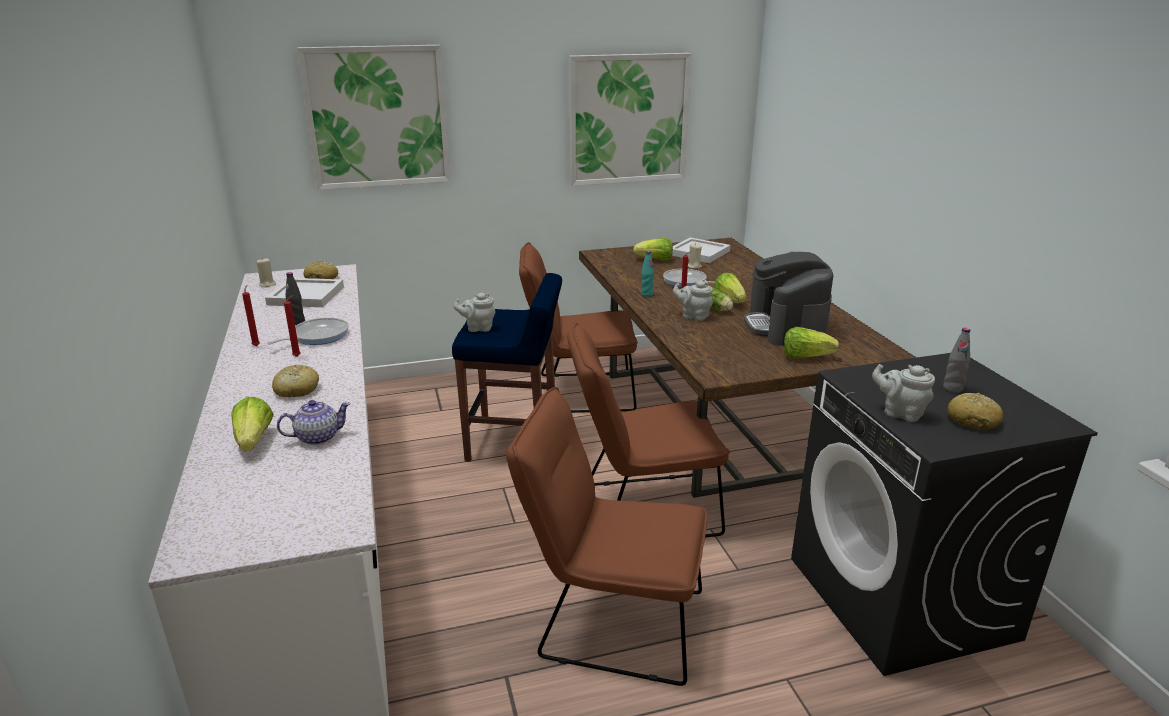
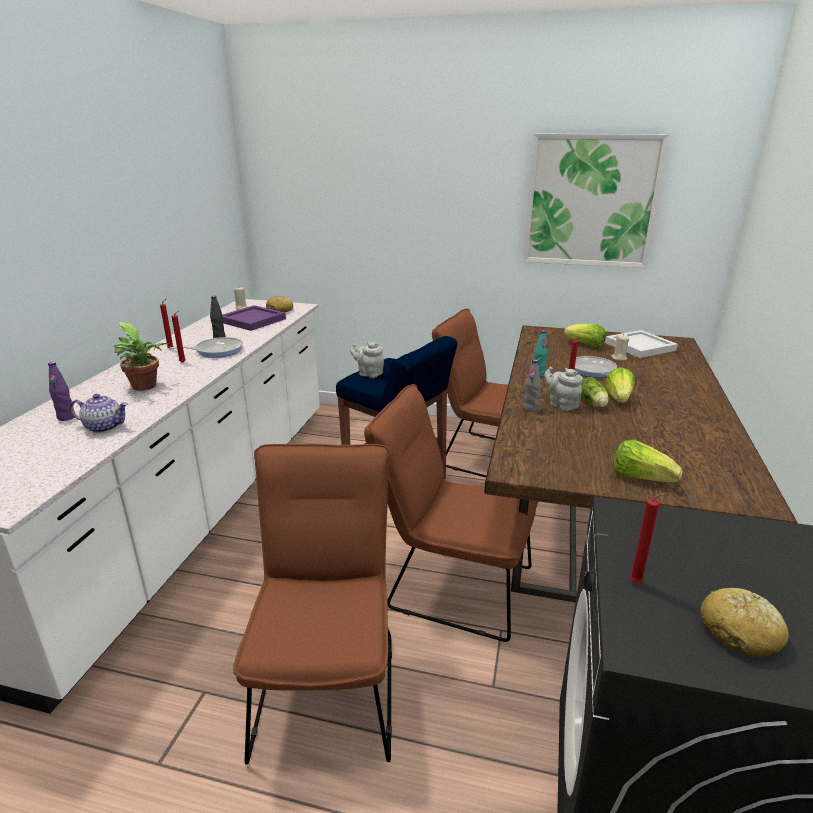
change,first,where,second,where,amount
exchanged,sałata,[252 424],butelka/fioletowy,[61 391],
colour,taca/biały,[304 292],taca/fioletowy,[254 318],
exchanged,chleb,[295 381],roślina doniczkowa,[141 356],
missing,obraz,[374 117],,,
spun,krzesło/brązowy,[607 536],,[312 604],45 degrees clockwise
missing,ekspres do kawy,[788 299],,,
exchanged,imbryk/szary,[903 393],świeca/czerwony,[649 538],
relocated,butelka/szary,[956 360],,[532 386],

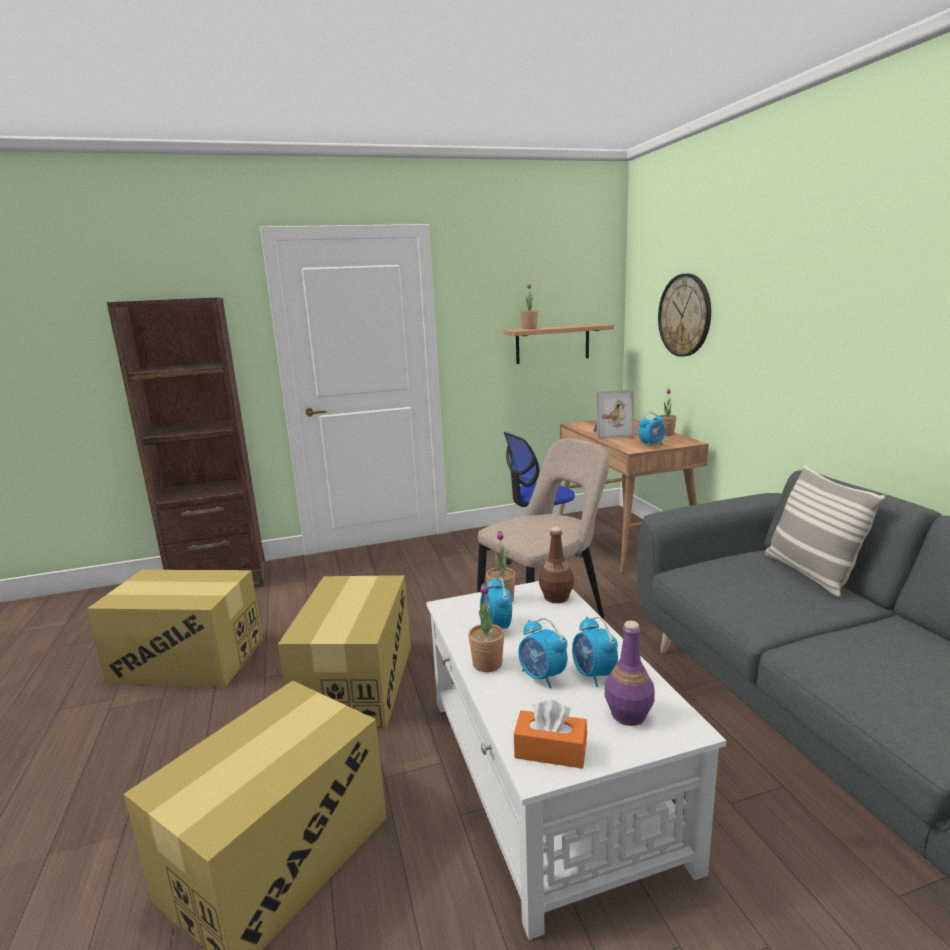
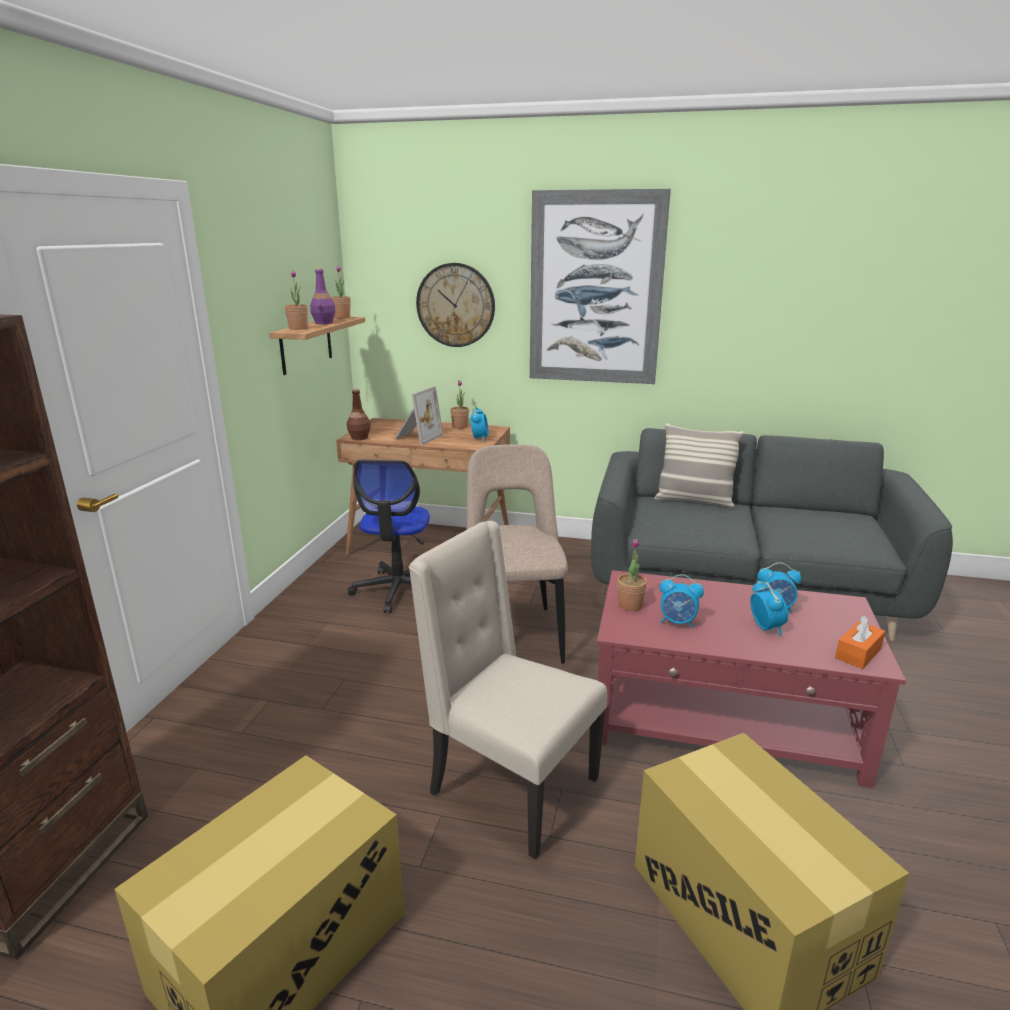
change,first,where,second,where,amount
exchanged,karton,[344 652],krzesło/beżowy,[508 690],
colour,ława/biały,[576 760],ława/czerwony,[751 679],
relocated,roślina doniczkowa,[486 627],,[341 292],
spun,budzik,[542 653],,[769 608],90 degrees counterclockwise
relocated,butelka/brązowy,[556 565],,[359 414],
relocated,butelka/fioletowy,[630 673],,[323 296],
appeared,,,obraz,[600 286],

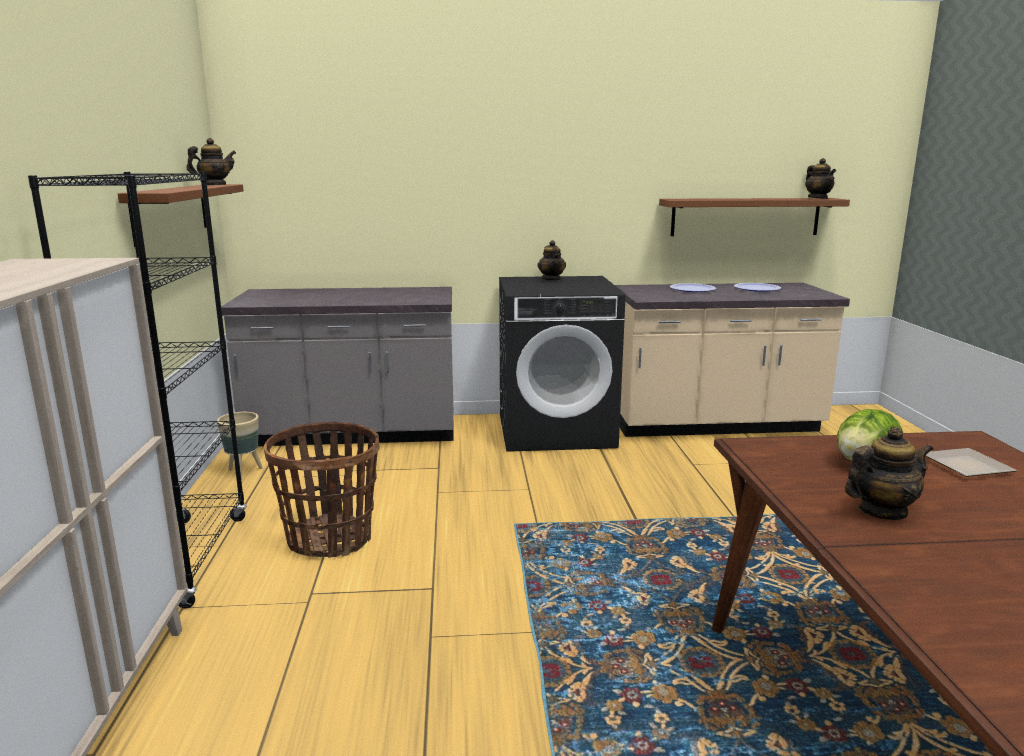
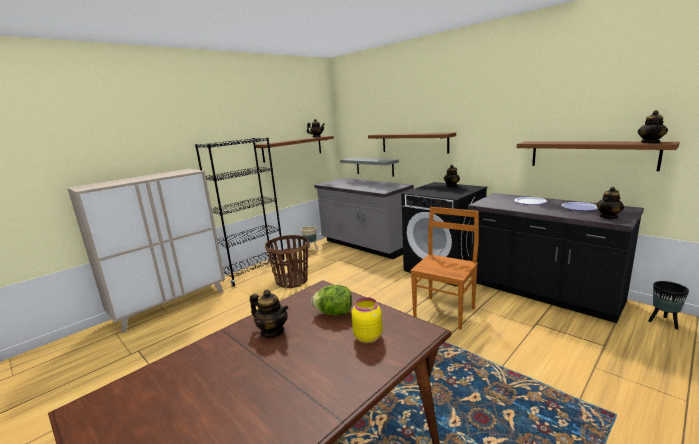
change,first,where,second,where,amount
colour,zabudowa kuchenna/beżowy,[732 360],zabudowa kuchenna/czarny,[556 258],
exchanged,talerz,[971 462],słoik/żółty,[366 320],
appeared,,,półka/szary,[369 167],
appeared,,,półka/brązowy,[412 143],
appeared,,,krzesło/brązowy,[444 268],
appeared,,,imbryk,[610 203],
appeared,,,donica/czarny,[668 305],

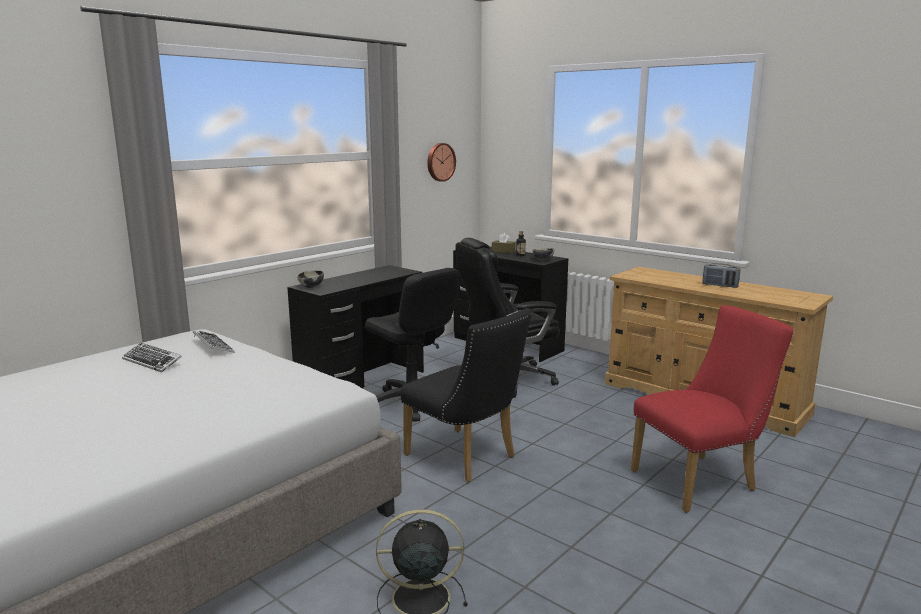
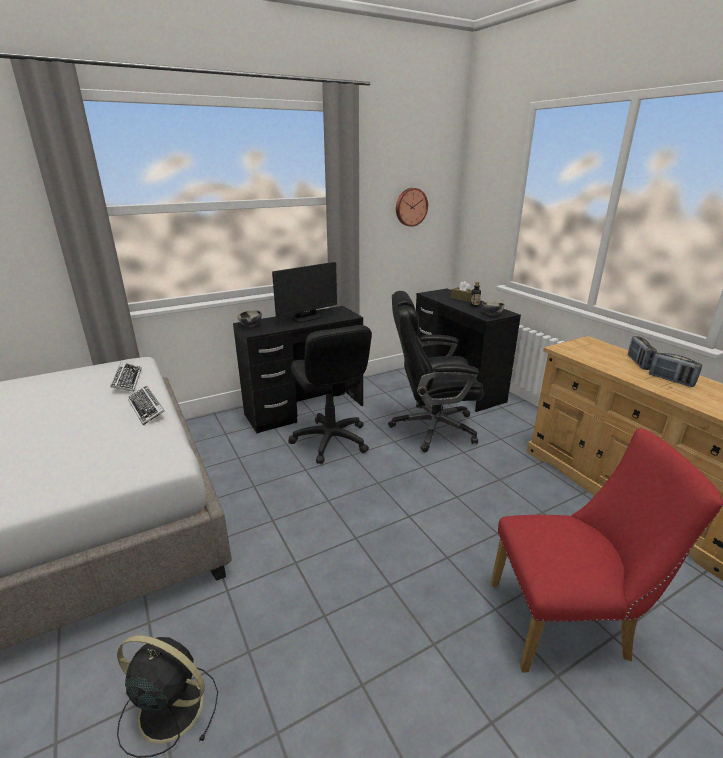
change,first,where,second,where,amount
relocated,klawiatura,[152 357],,[146 405],
missing,krzesło/czarny,[466 395],,,
appeared,,,monitor,[304 292],
appeared,,,radio,[642 353],

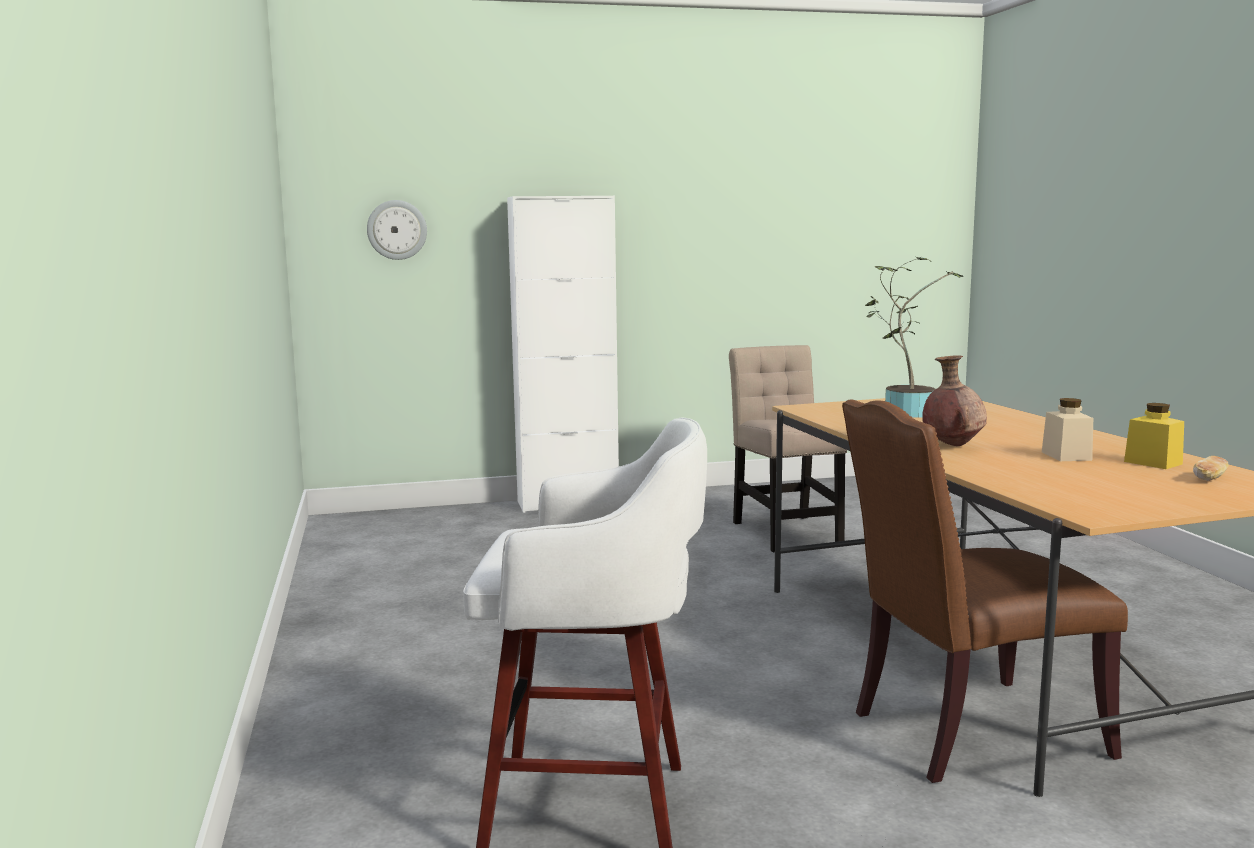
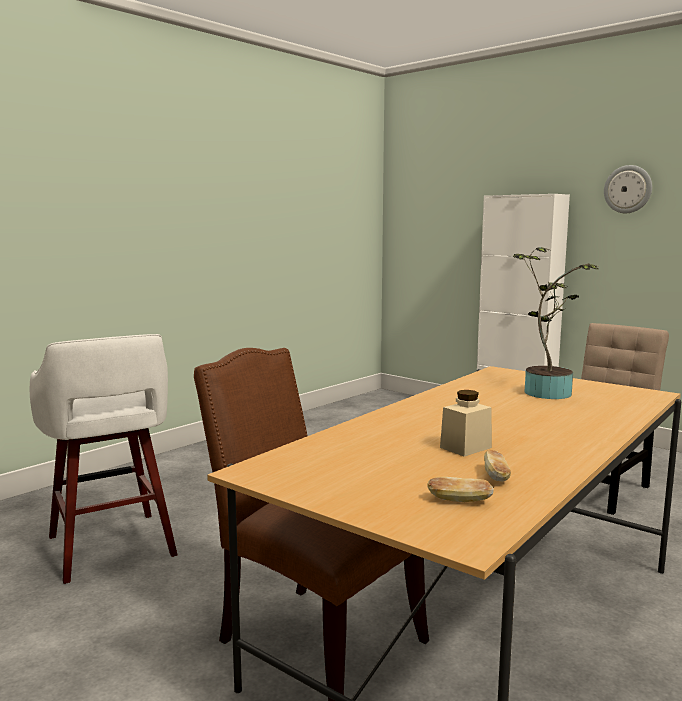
change,first,where,second,where,amount
relocated,zegar ścienny,[397 230],,[628 189],
missing,wazon/brązowy,[954 400],,,
exchanged,słoik/żółty,[1154 436],chleb,[497 466],

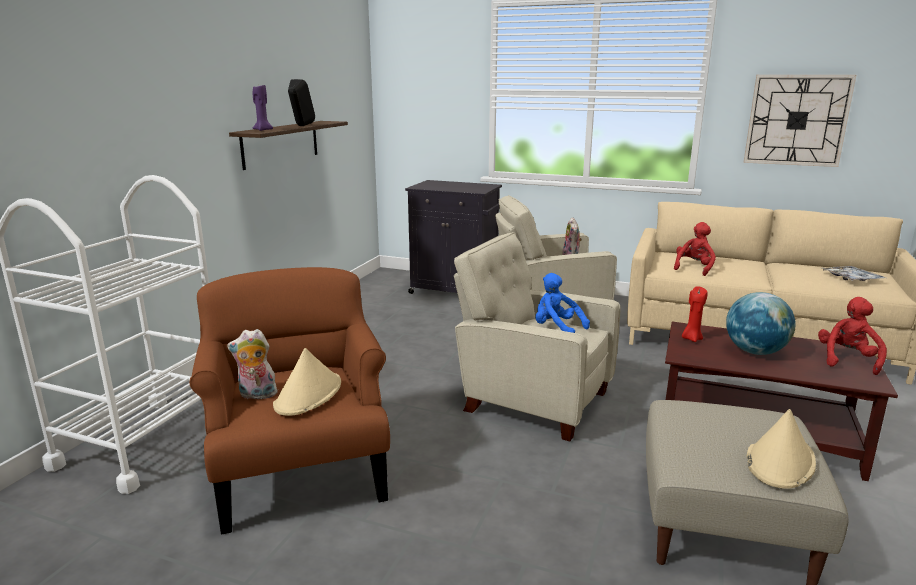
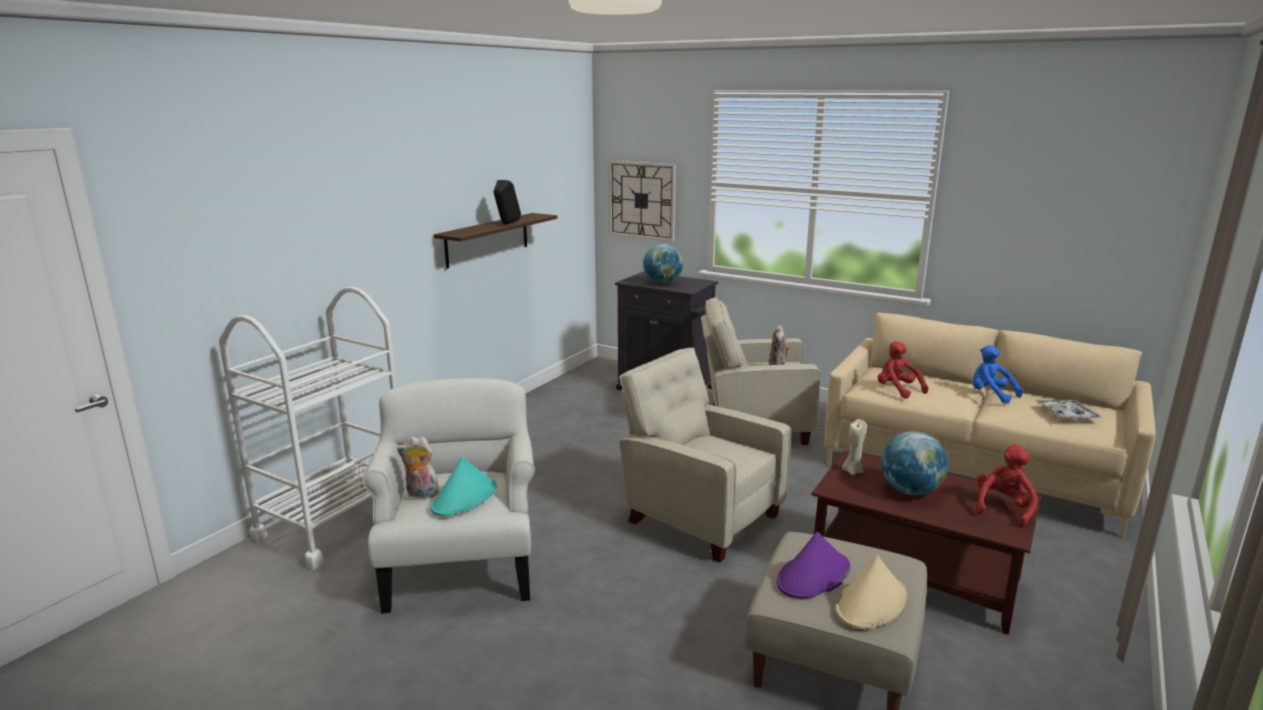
change,first,where,second,where,amount
colour,fotel/brązowy,[289 401],fotel/biały,[448 495],
missing,świeca/fioletowy,[263 107],,,
colour,kapelusz/beżowy,[307 382],kapelusz/turkusowy,[463 486],
relocated,pluszak/niebieski,[562 303],,[998 374],
spun,pluszak/czerwony,[695 249],,[903 370],75 degrees counterclockwise
colour,świeca/czerwony,[695 314],świeca/beżowy,[854 447],
relocated,zegar ścienny,[800 121],,[642 201],
appeared,,,globus,[663 264],
appeared,,,kapelusz/fioletowy,[813 565],

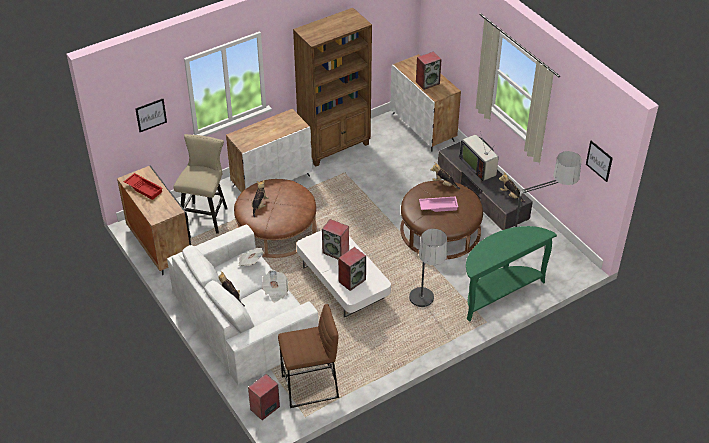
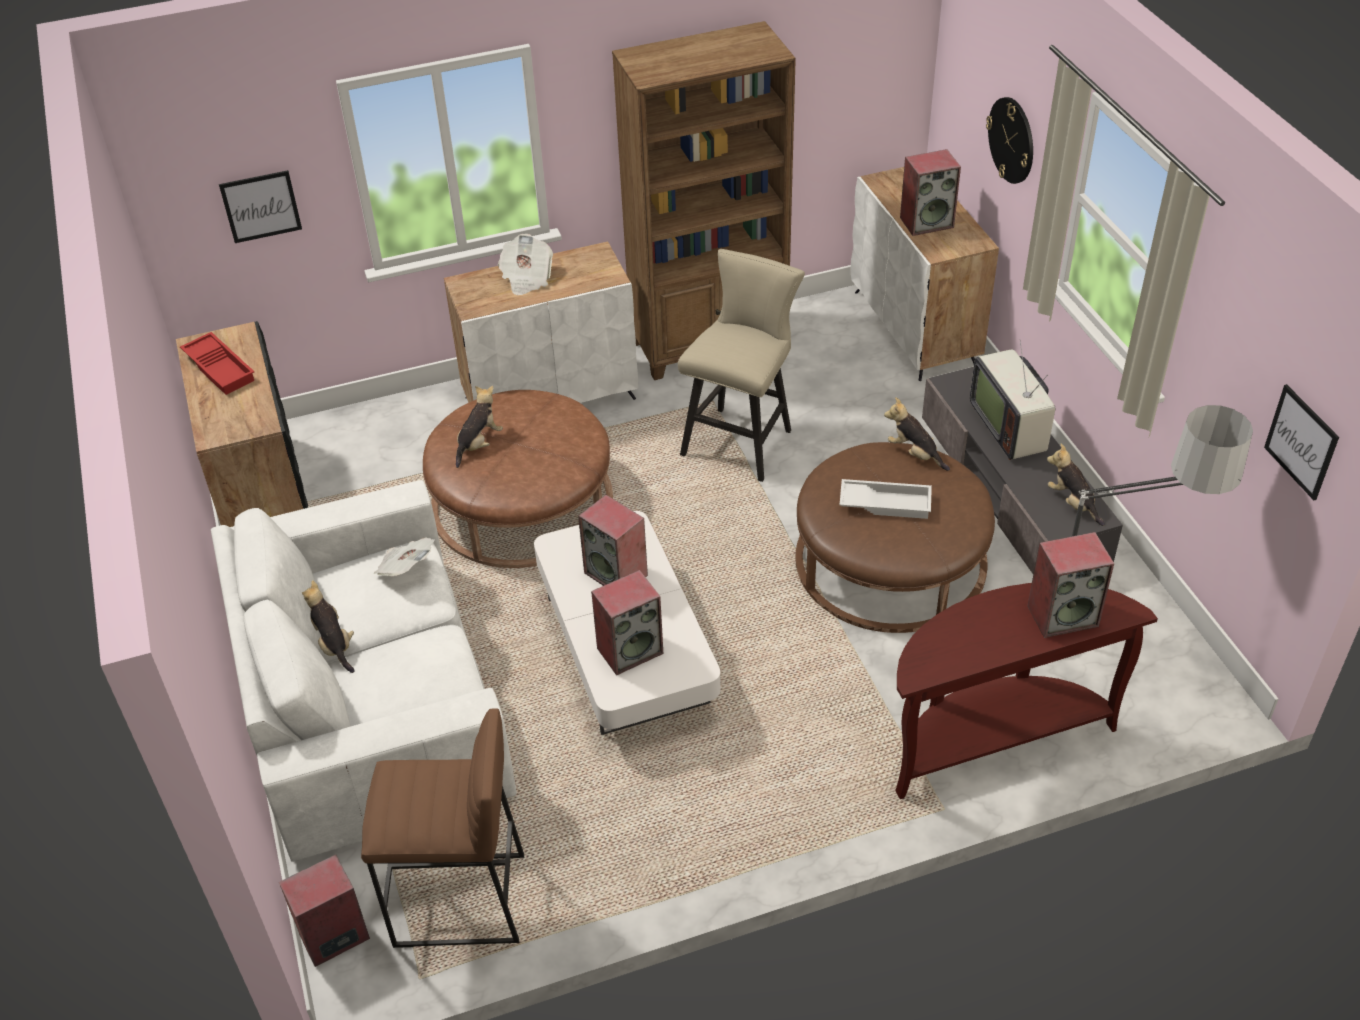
change,first,where,second,where,amount
relocated,stołek/beżowy,[200 184],,[741 365],
relocated,gazeta,[274 286],,[525 264],
missing,lampa stojąca,[428 268],,,
colour,taca/różowy,[438 204],taca/biały,[886 499],
colour,stolik konsolowy/zielony,[511 274],stolik konsolowy/brązowy,[1026 691],
appeared,,,zegar ścienny,[1009 140],
appeared,,,głośnik,[1070 585],

